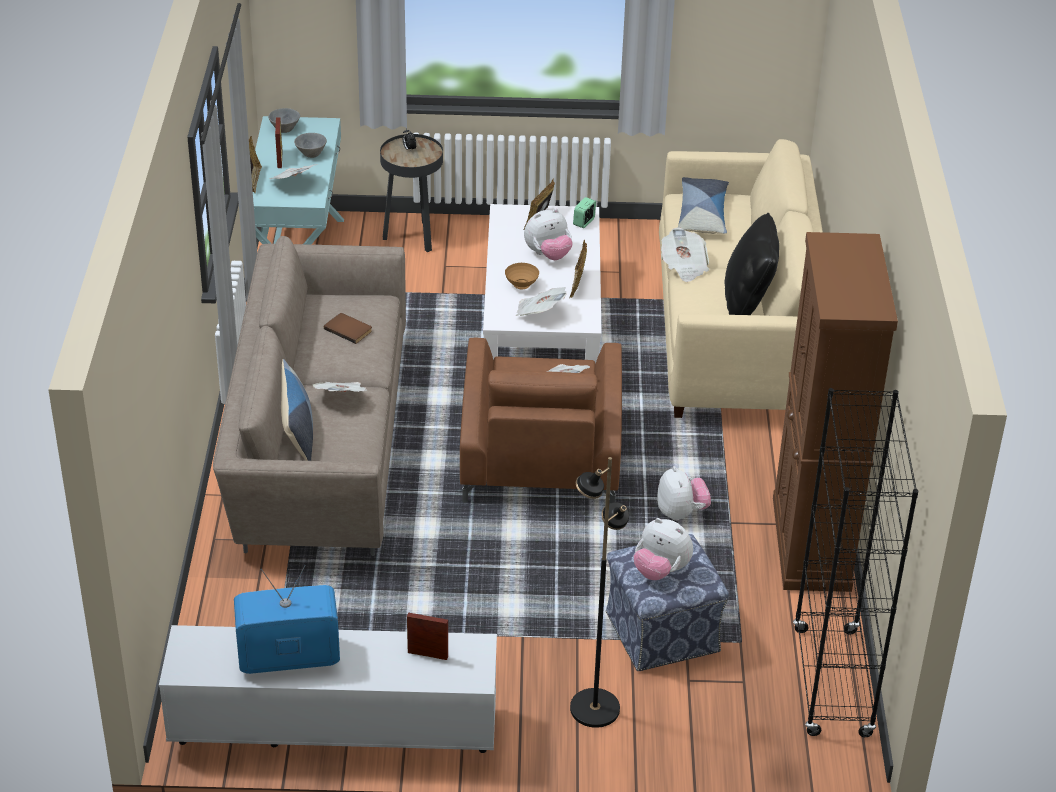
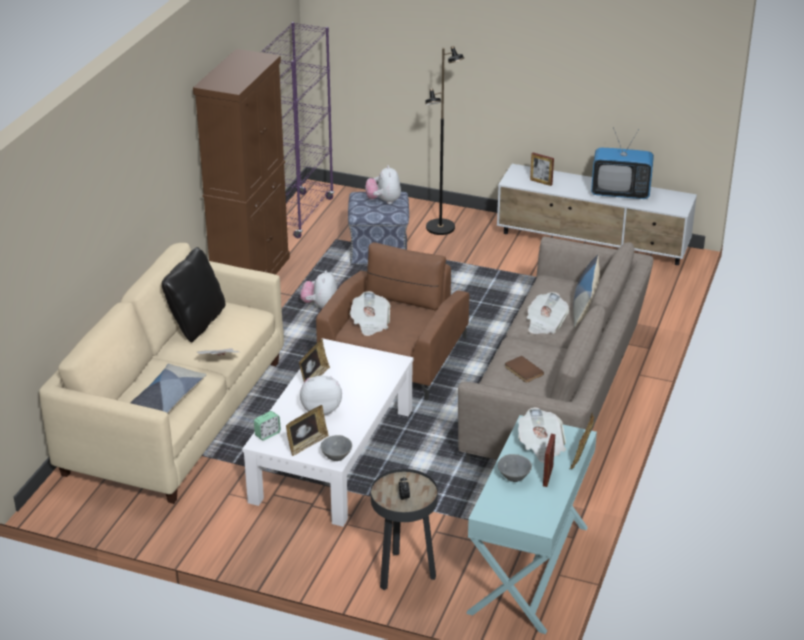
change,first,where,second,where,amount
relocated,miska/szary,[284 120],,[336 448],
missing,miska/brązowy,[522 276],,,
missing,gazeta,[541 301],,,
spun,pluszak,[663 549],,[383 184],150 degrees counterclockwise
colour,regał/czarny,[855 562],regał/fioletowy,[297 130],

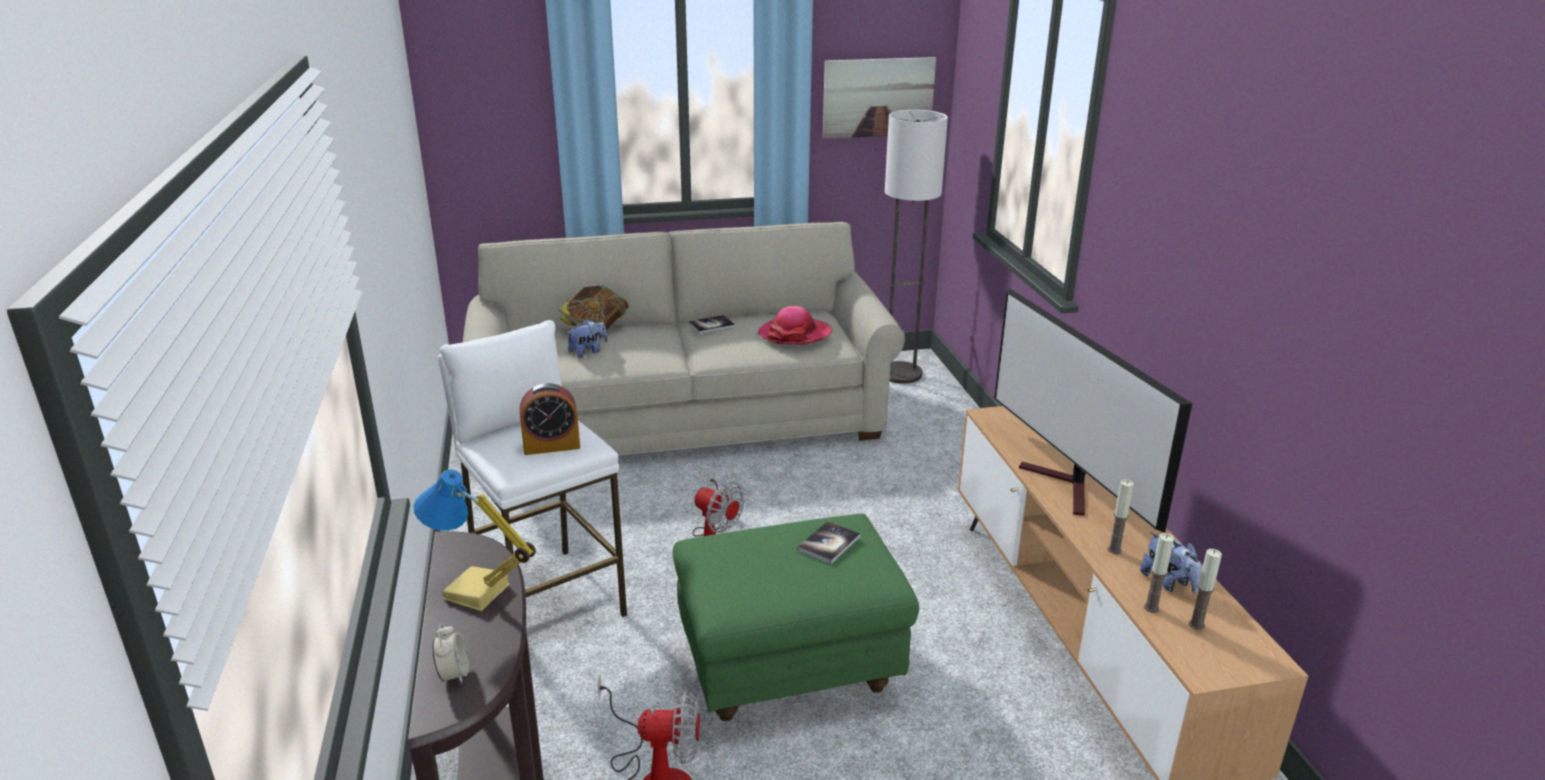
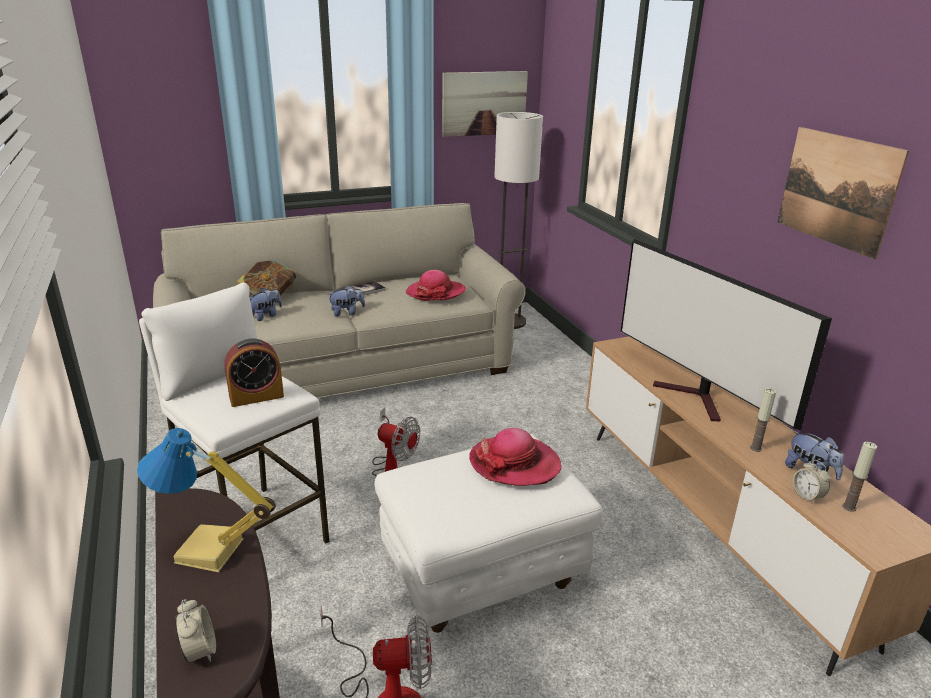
change,first,where,second,where,amount
colour,pufa/zielony,[796 617],pufa/biały,[489 534],
exchanged,książka,[829 542],kapelusz,[515 457],
exchanged,świeca,[1159 573],budzik,[811 482],
appeared,,,pluszak,[346 301],
appeared,,,obraz,[843 193],

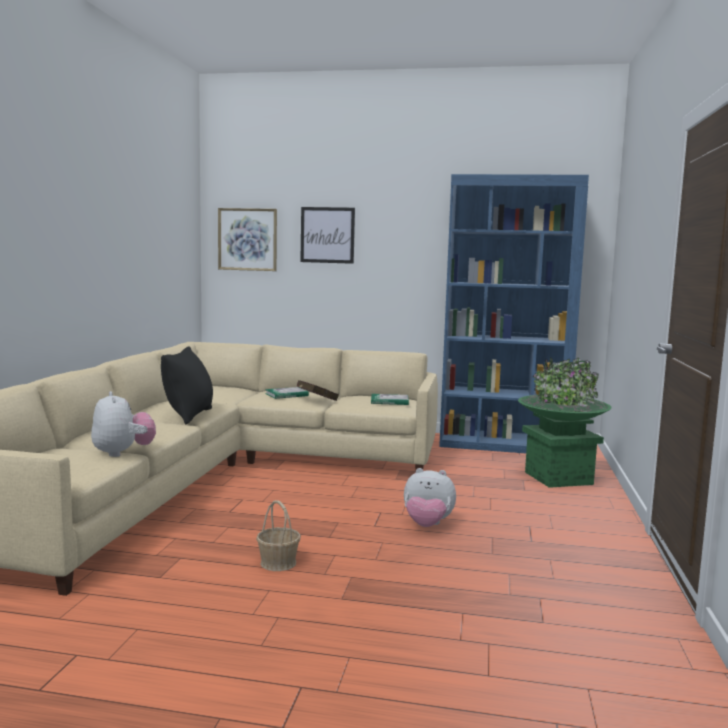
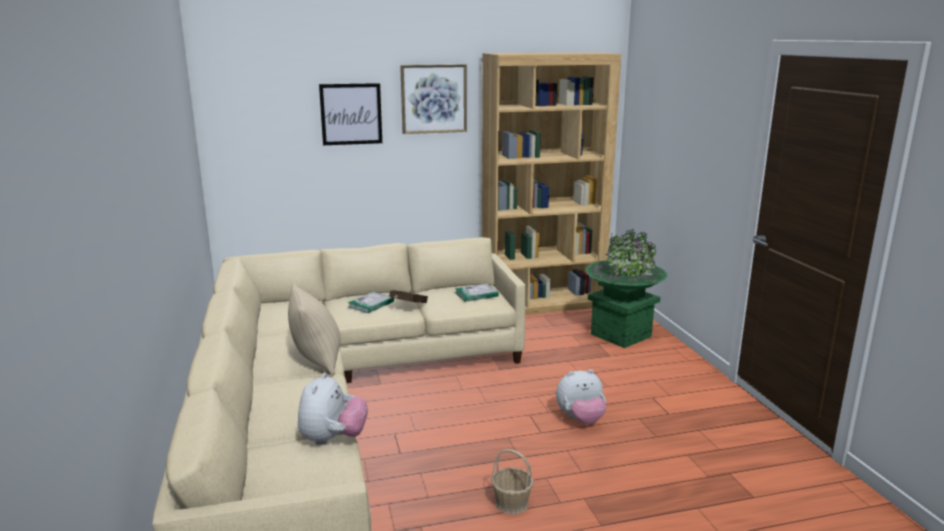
change,first,where,second,where,amount
spun,pluszak,[123 424],,[333 408],60 degrees clockwise
colour,poduszka/czarny,[187 385],poduszka/beżowy,[314 329],
relocated,obraz,[247 239],,[433 99],
colour,regał/niebieski,[514 313],regał/brązowy,[551 183],

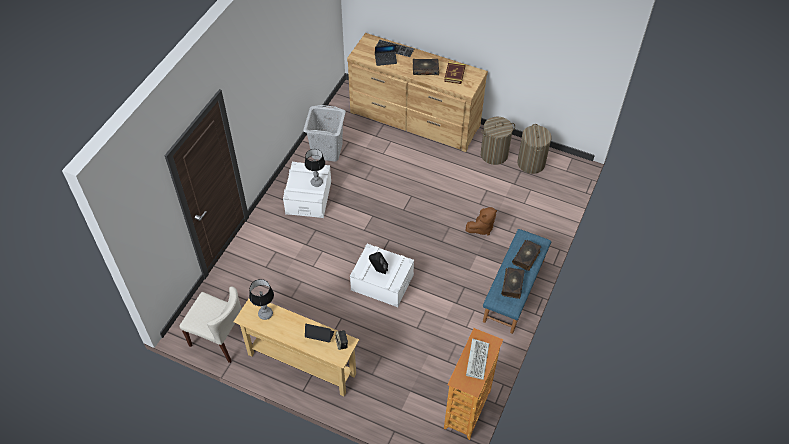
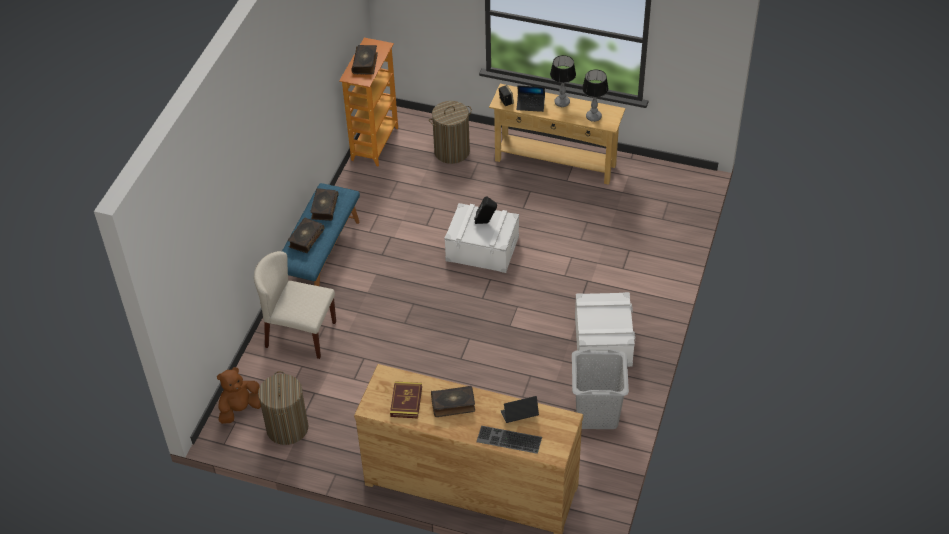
change,first,where,second,where,amount
relocated,krzesło/beżowy,[210 324],,[295 305],
relocated,lampa stołowa,[315 168],,[563 81],
relocated,pluszak/brązowy,[481 221],,[239 395],
exchanged,klawiatura,[477 359],książka,[364 60],
relocated,kosz na pranie,[498 141],,[450 132],

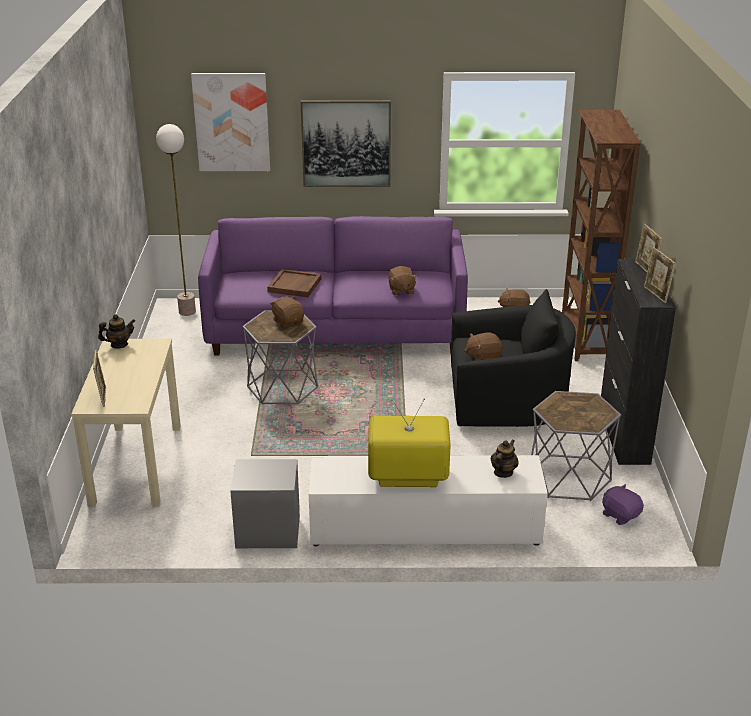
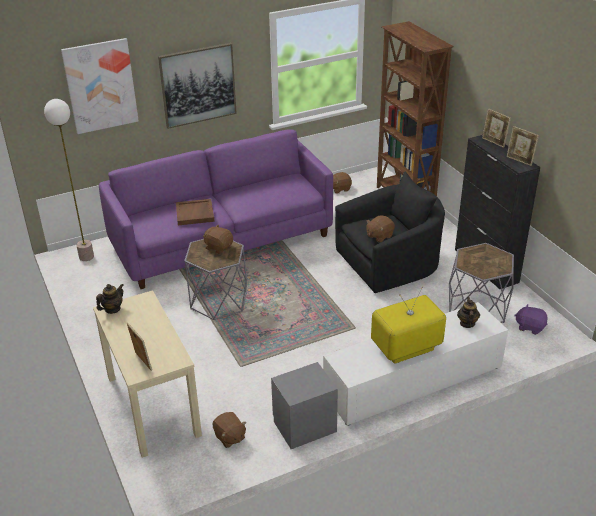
change,first,where,second,where,amount
relocated,pluszak/brązowy,[402 281],,[229 430],

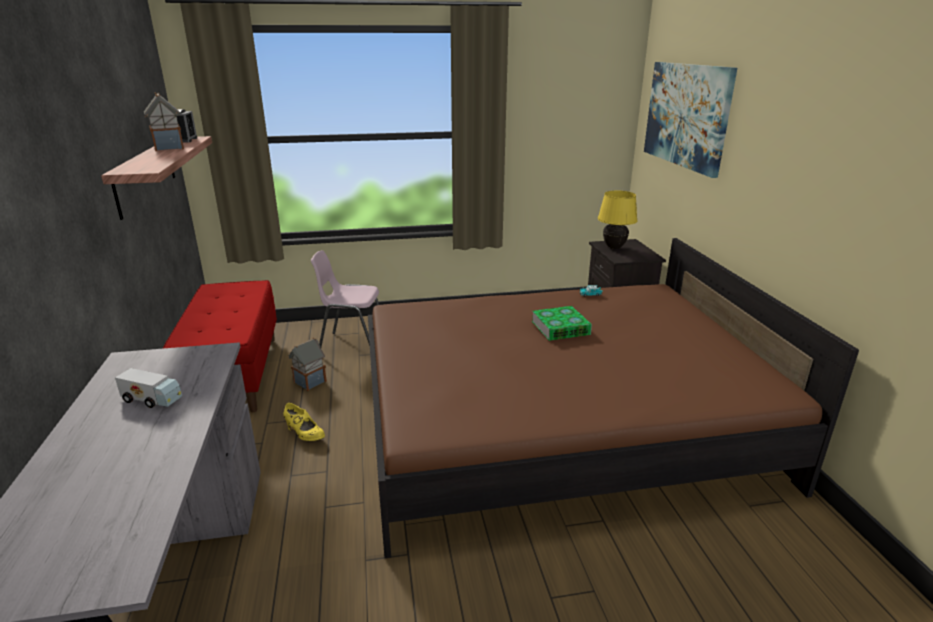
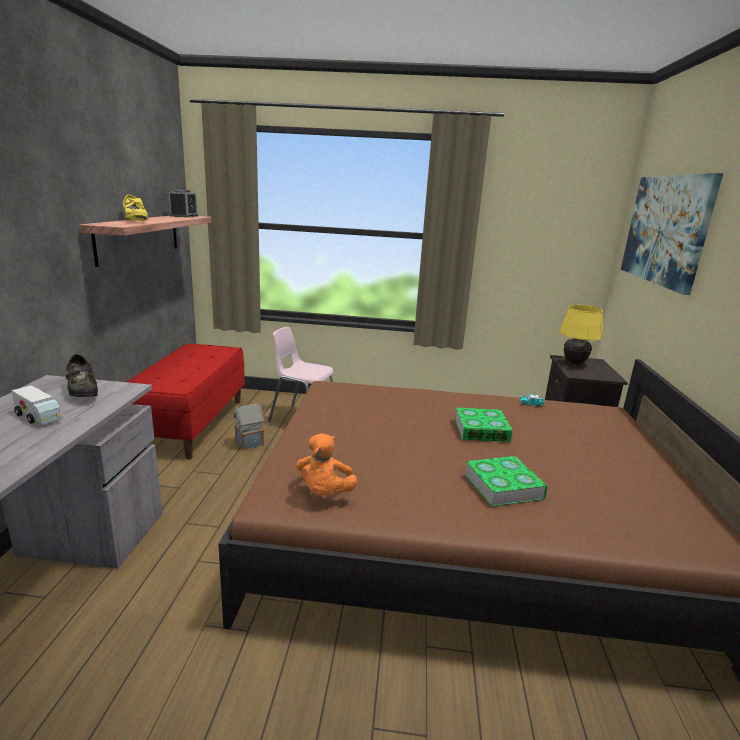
change,first,where,second,where,amount
missing,domek,[164 121],,,
relocated,but/żółty,[304 422],,[135 208],
appeared,,,but/czarny,[82 375],
appeared,,,pluszak/pomarańczowy,[326 464],
appeared,,,książka,[506 481],

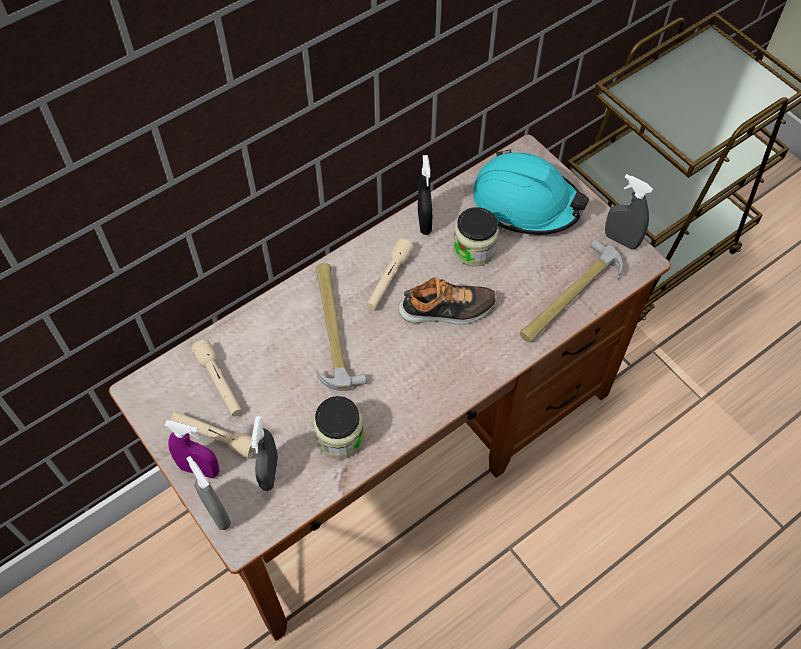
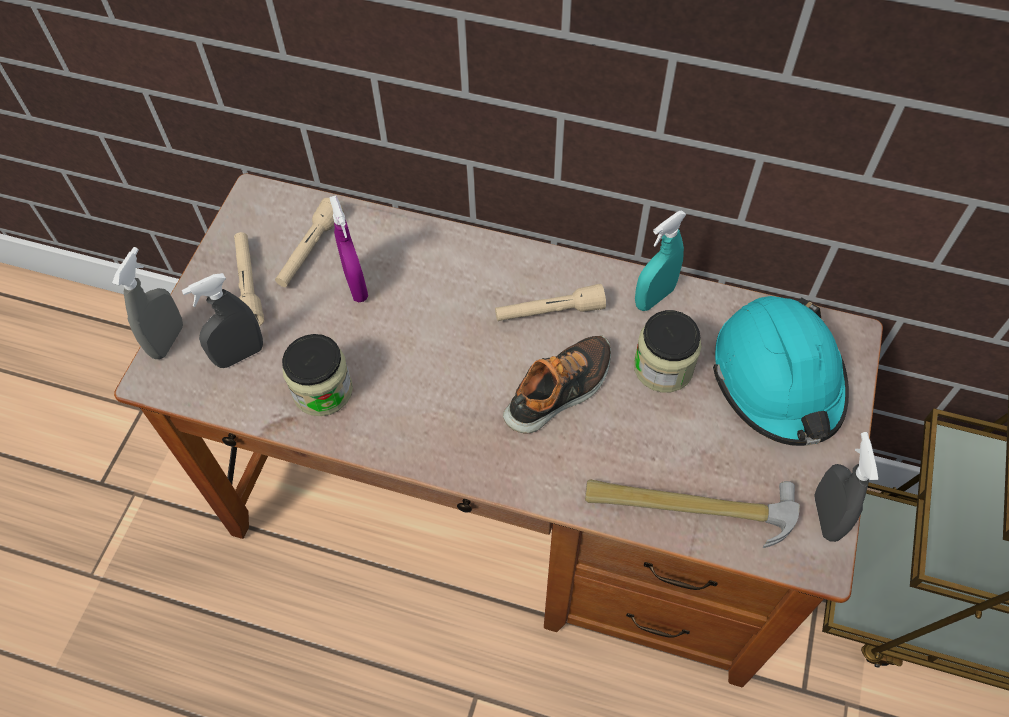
change,first,where,second,where,amount
relocated,spryskiwacz/fioletowy,[192 449],,[348 248],
missing,młotek,[341 327],,,
spun,but,[447 300],,[557 384],90 degrees counterclockwise
colour,spryskiwacz/czarny,[425 195],spryskiwacz/turkusowy,[661 260],

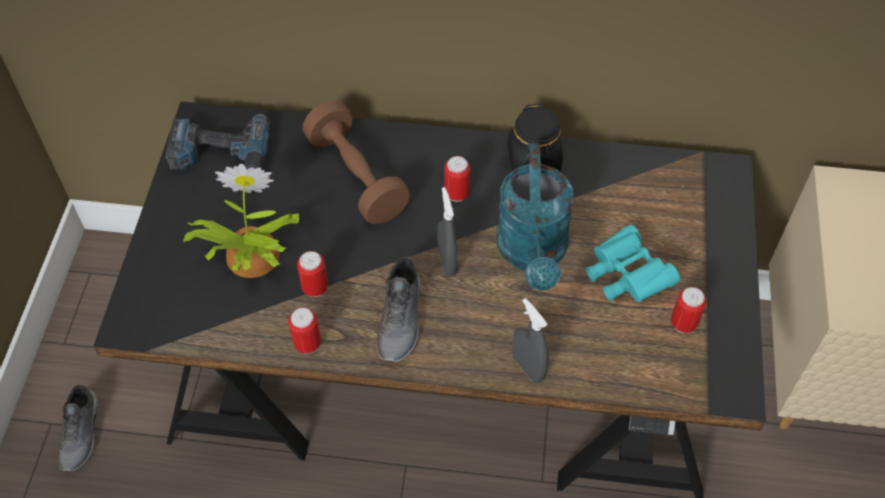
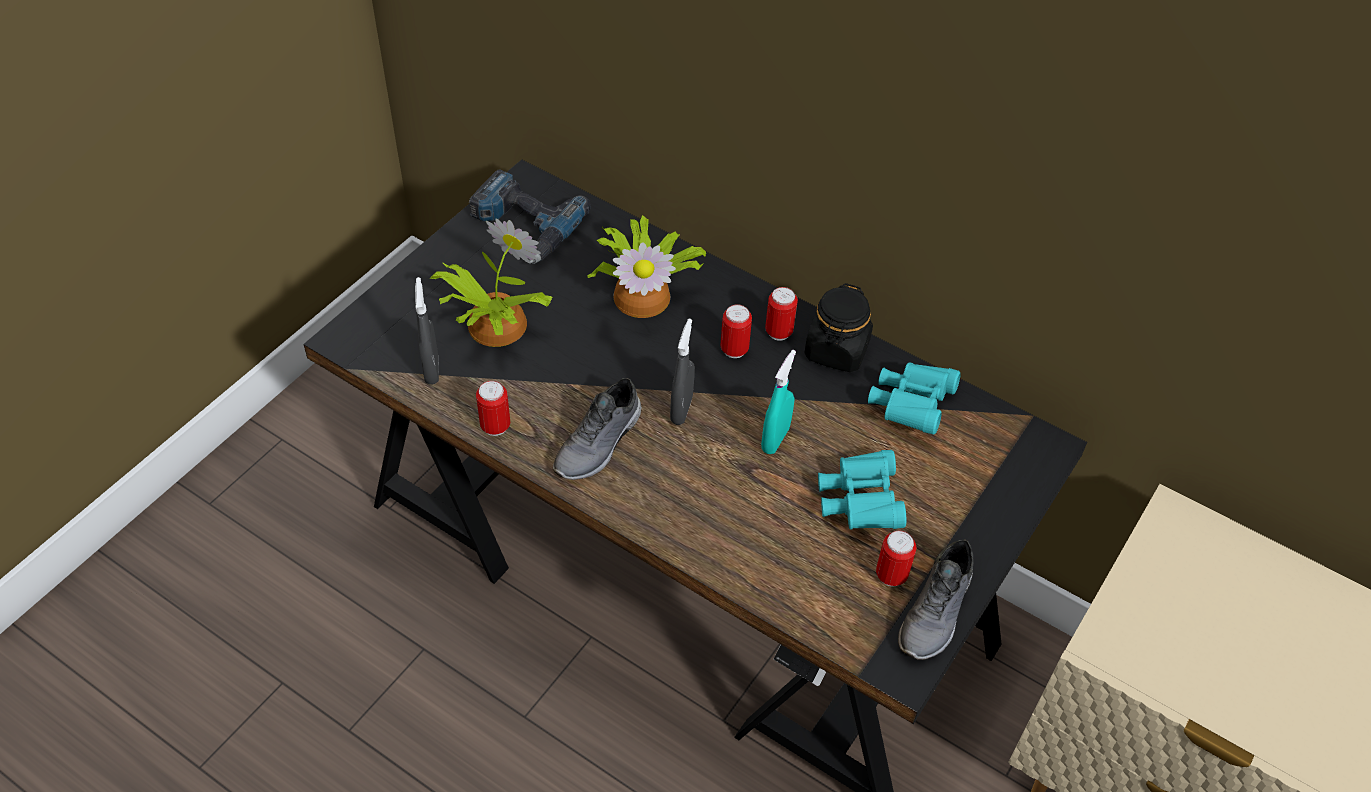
change,first,where,second,where,amount
relocated,but/szary,[78 428],,[935 599],
relocated,puszka,[312 274],,[781 314],
exchanged,hantel/brązowy,[356 162],roślina doniczkowa,[647 266],
exchanged,konewka/turkusowy,[535 217],spryskiwacz/turkusowy,[778 402],
relocated,spryskiwacz/szary,[530 340],,[427 331],
appeared,,,lornetka/turkusowy,[914 398],

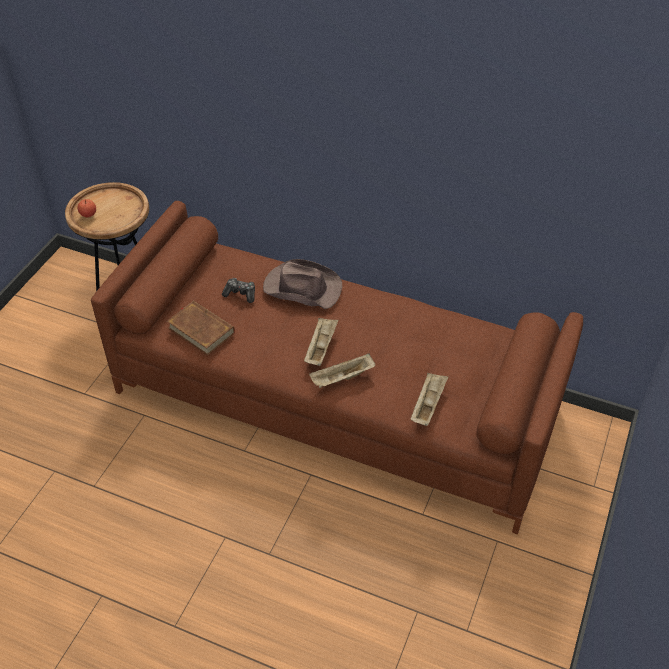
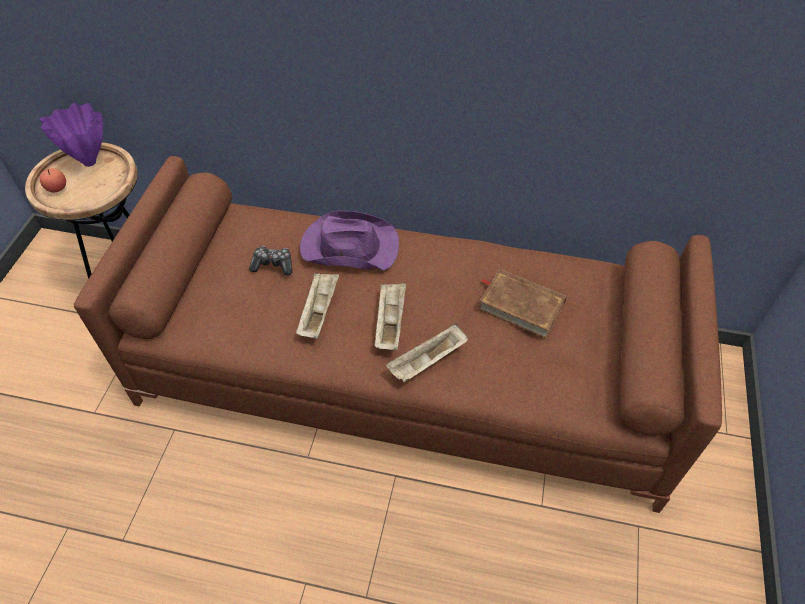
change,first,where,second,where,amount
relocated,książka/brązowy,[201 328],,[522 304],
colour,kapelusz/brązowy,[302 284],kapelusz/fioletowy,[349 241],
relocated,taca/beżowy,[429 399],,[317 305],
appeared,,,wazon/fioletowy,[71 135],

